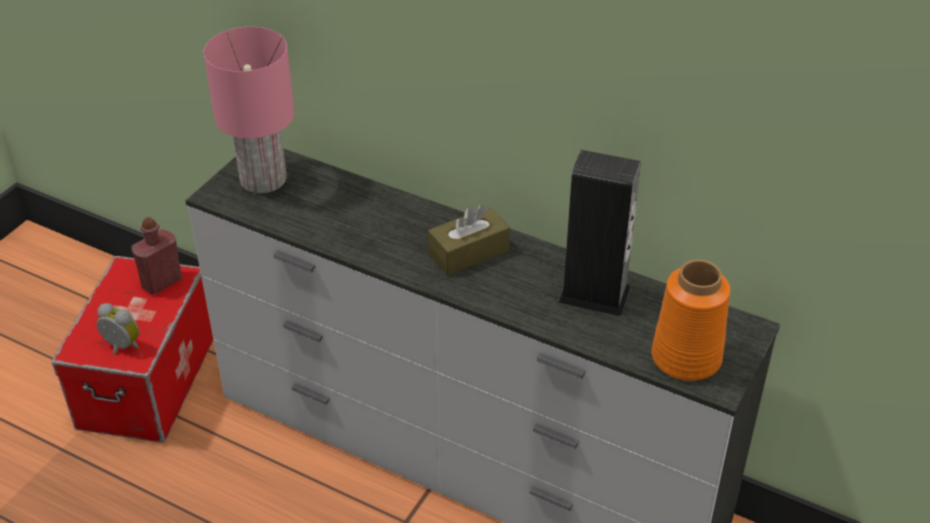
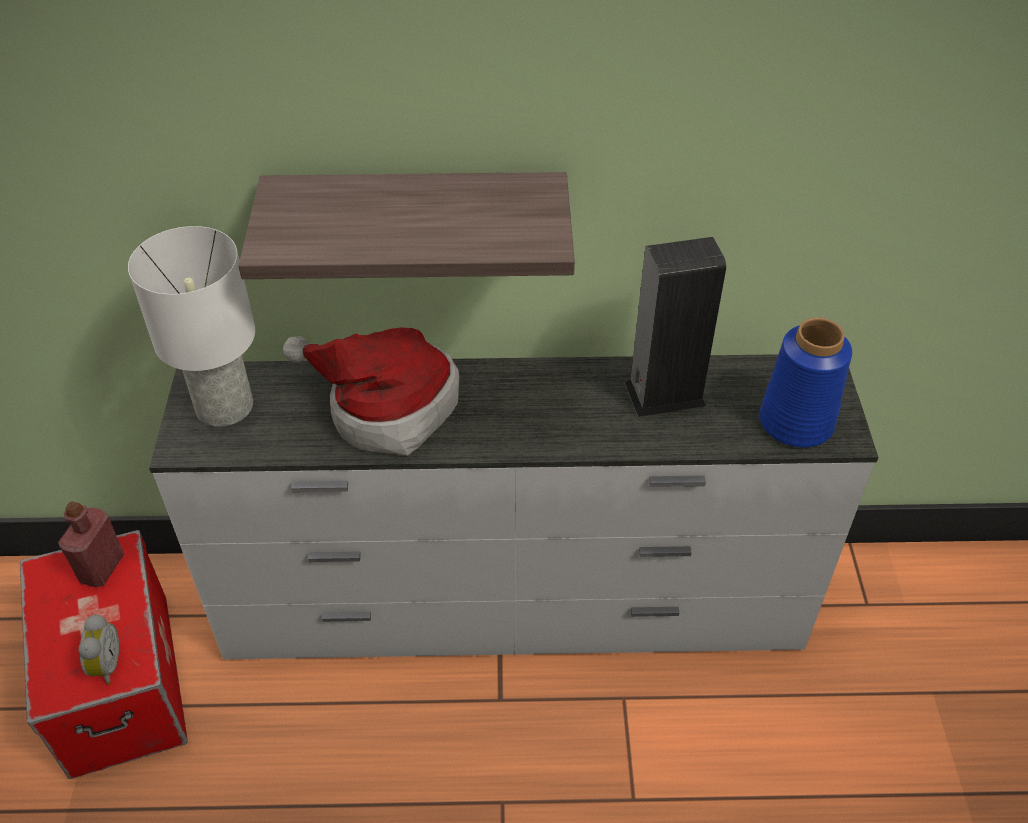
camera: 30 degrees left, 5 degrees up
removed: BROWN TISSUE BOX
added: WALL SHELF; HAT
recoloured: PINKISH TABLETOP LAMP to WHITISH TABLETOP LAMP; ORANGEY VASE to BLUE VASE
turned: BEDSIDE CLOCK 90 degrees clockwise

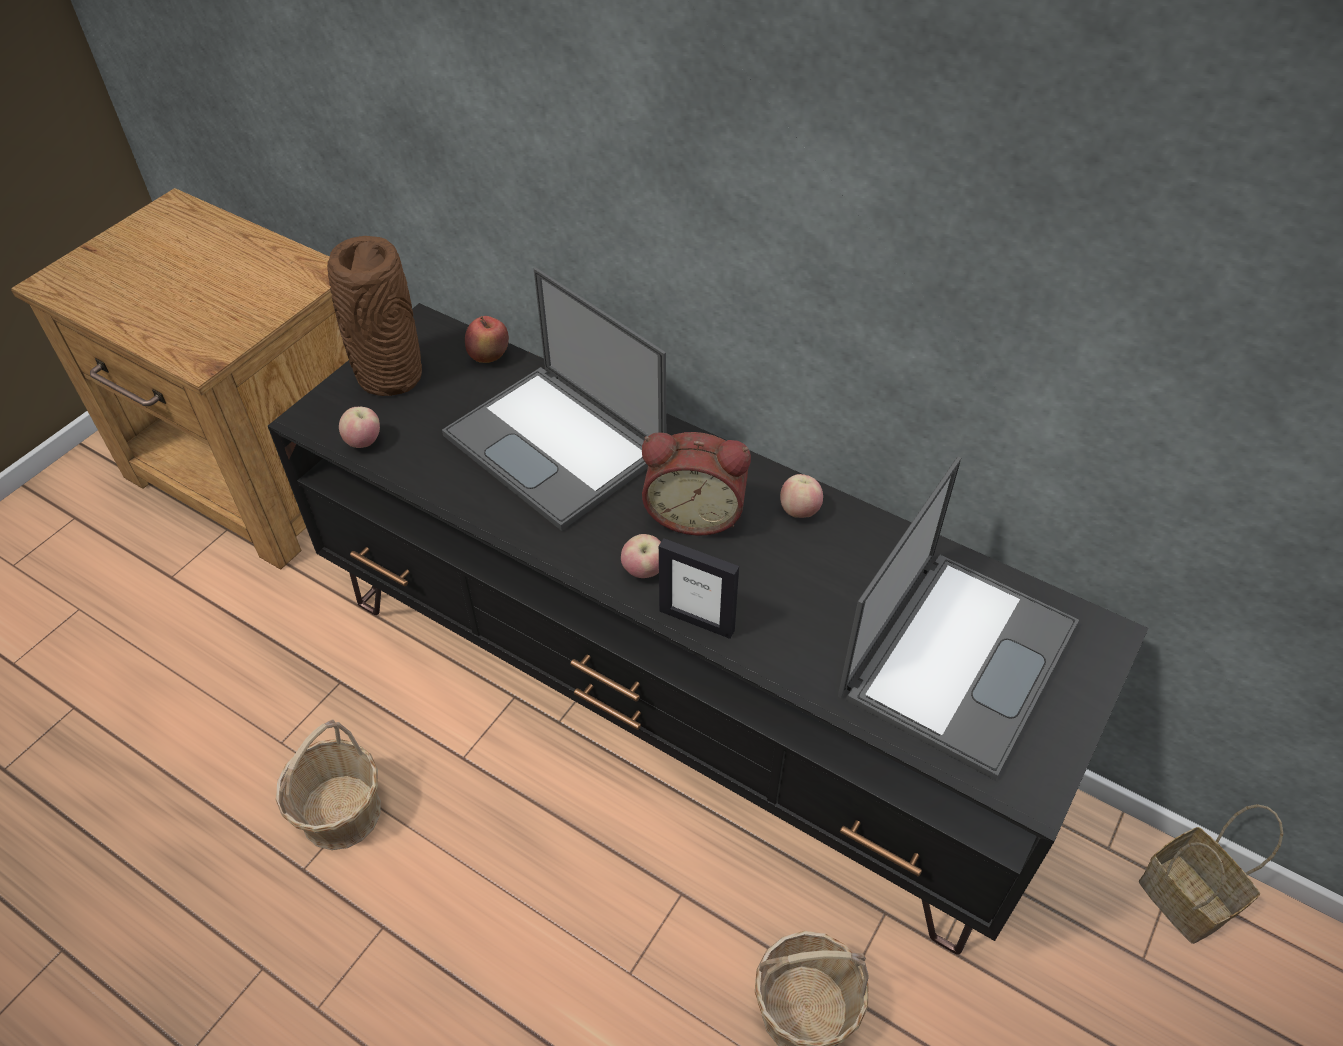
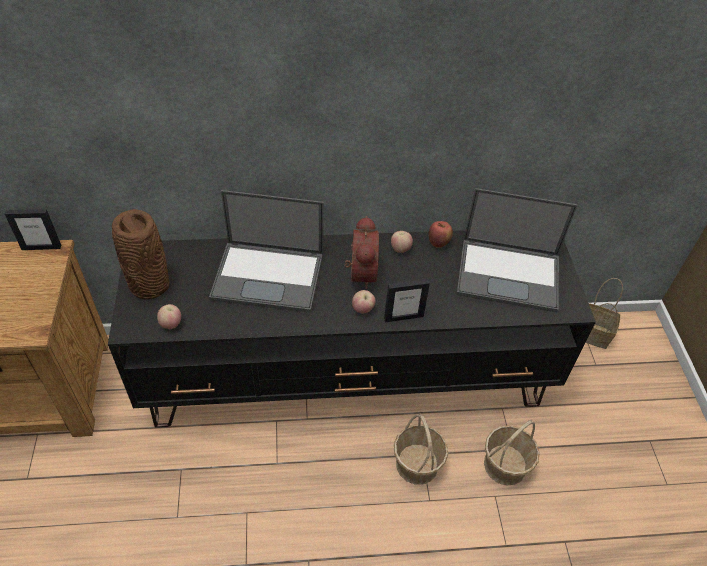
camera: 40 degrees left, 0 degrees up
added: STANDING FRAME (1st from left)
moved: APPLE (2nd from left in the first image) to APPLE (4th from left); HOUSEHOLD BASKET (1st from left)
turned: BEDSIDE CLOCK 60 degrees counterclockwise; NOTEBOOK COMPUTER (2nd from left) 105 degrees clockwise

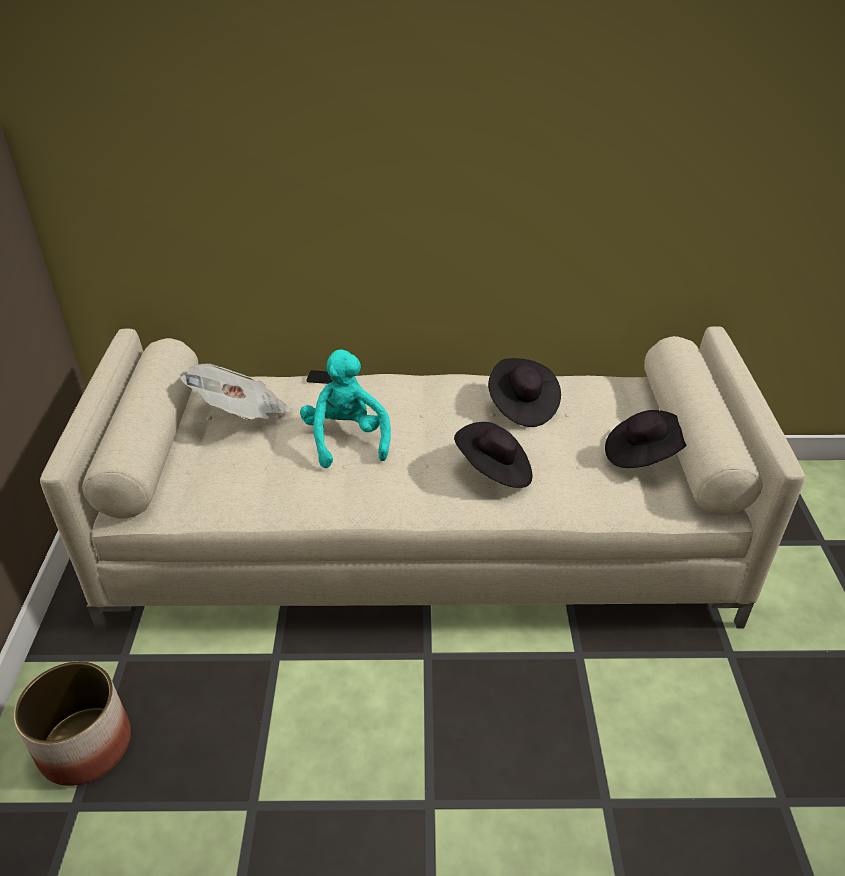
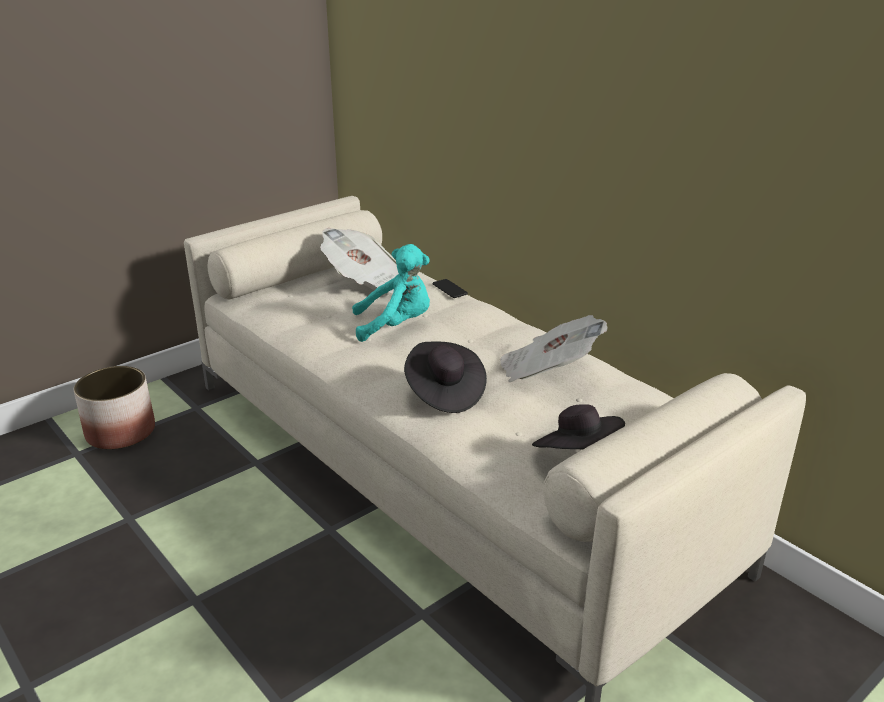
camera: 50 degrees right, 10 degrees down
replaced: BLACK-COLOURED HAT (2nd from left) to NEWSPAPER (2nd from left)
turned: BLUE-GREEN PLUSH TOY 45 degrees clockwise

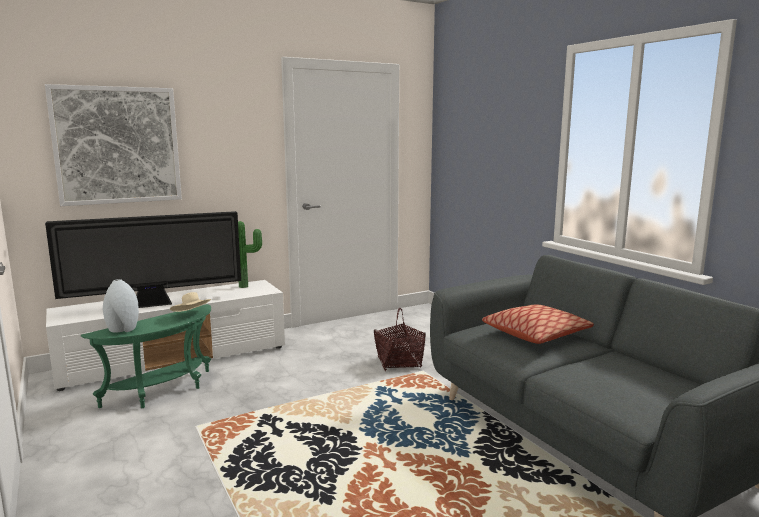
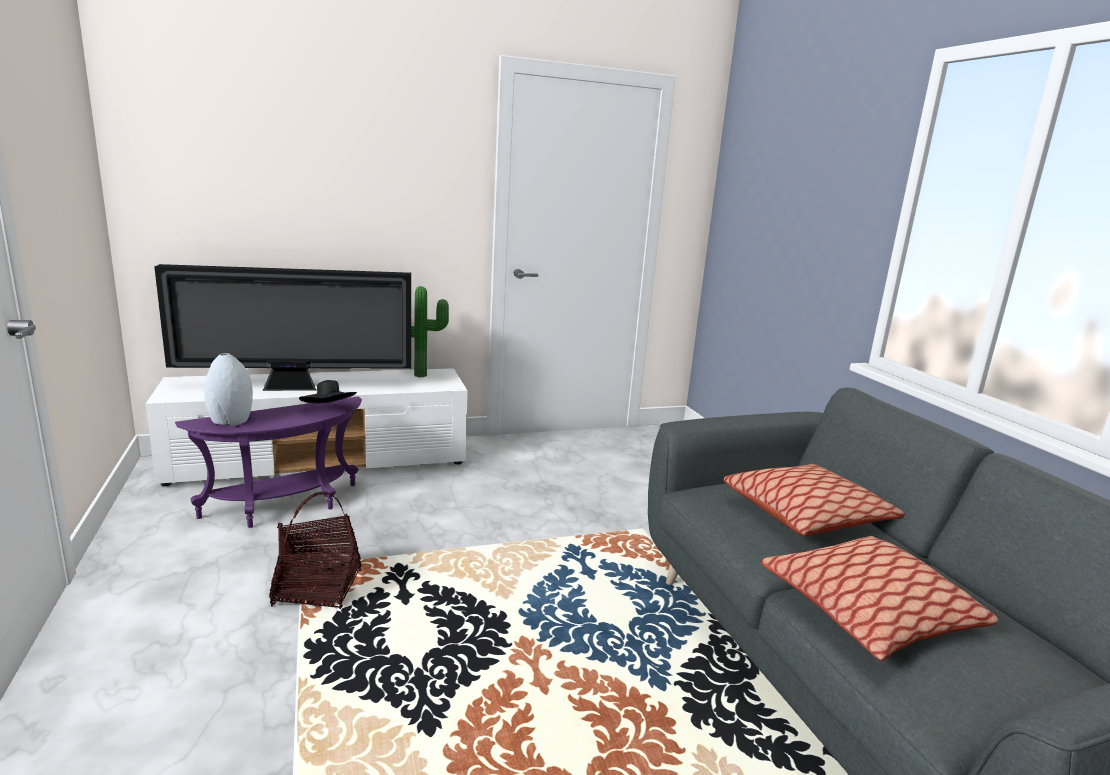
camera: 10 degrees right, 5 degrees up
removed: WALL PICTURE
added: THROW PILLOW (2nd from left)
moved: HOUSEHOLD BASKET
recoloured: BEIGE HAT to BLACK-COLOURED HAT; GREENISH SIDE TABLE to PURPLE-COLOURED SIDE TABLE

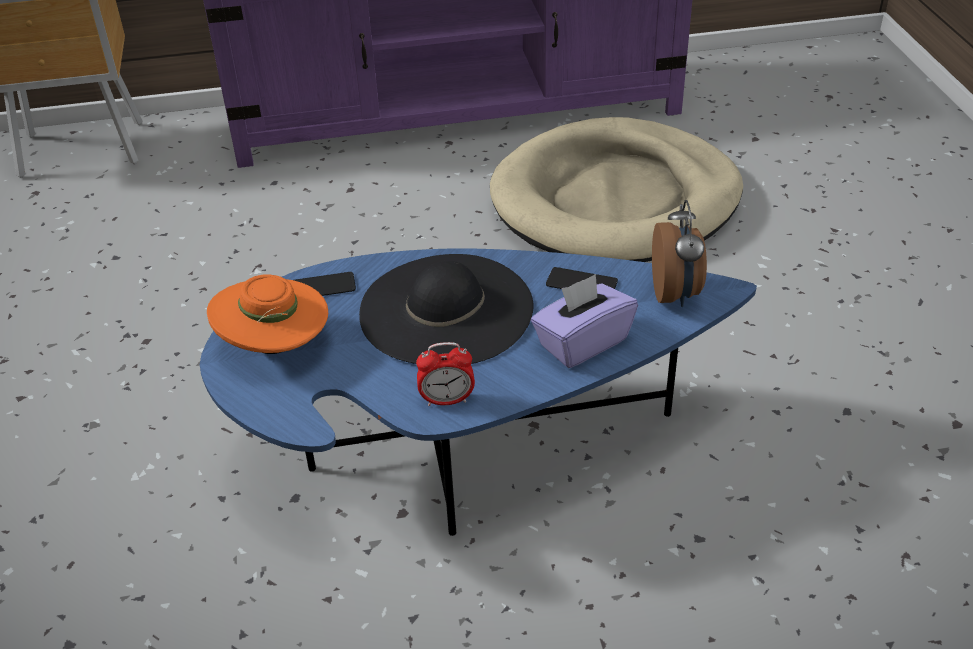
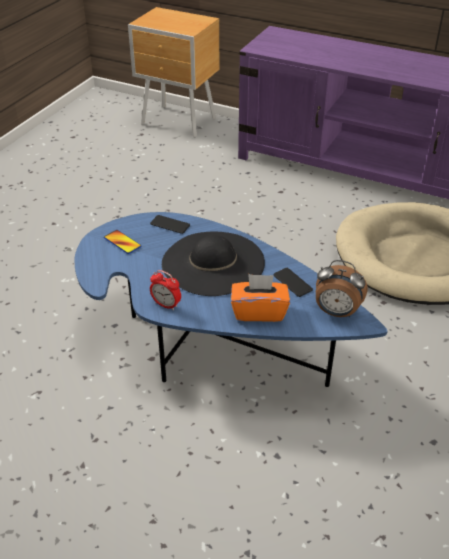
camera: 35 degrees right, 0 degrees up
replaced: ORANGEY HAT to HANDSET (1st from left)
recoloured: PURPLE-COLOURED TISSUE BOX to ORANGEY TISSUE BOX
turned: BEDSIDE CLOCK (2nd from left) 75 degrees clockwise

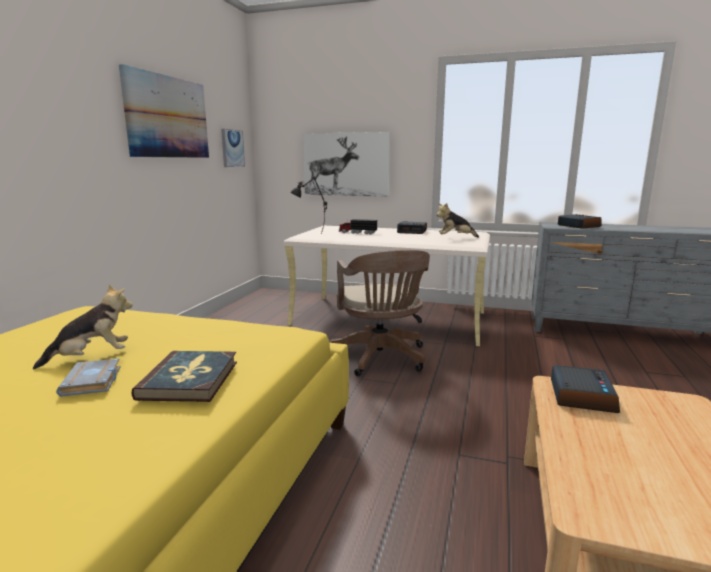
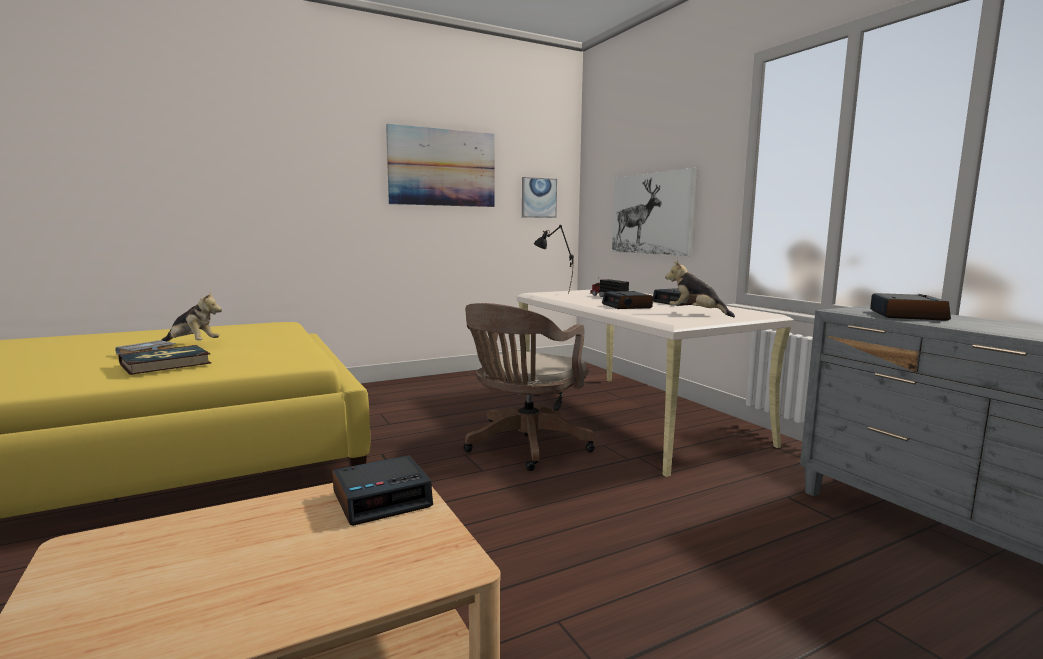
camera: 45 degrees right, 5 degrees down
added: BEDSIDE CLOCK (2nd from left)

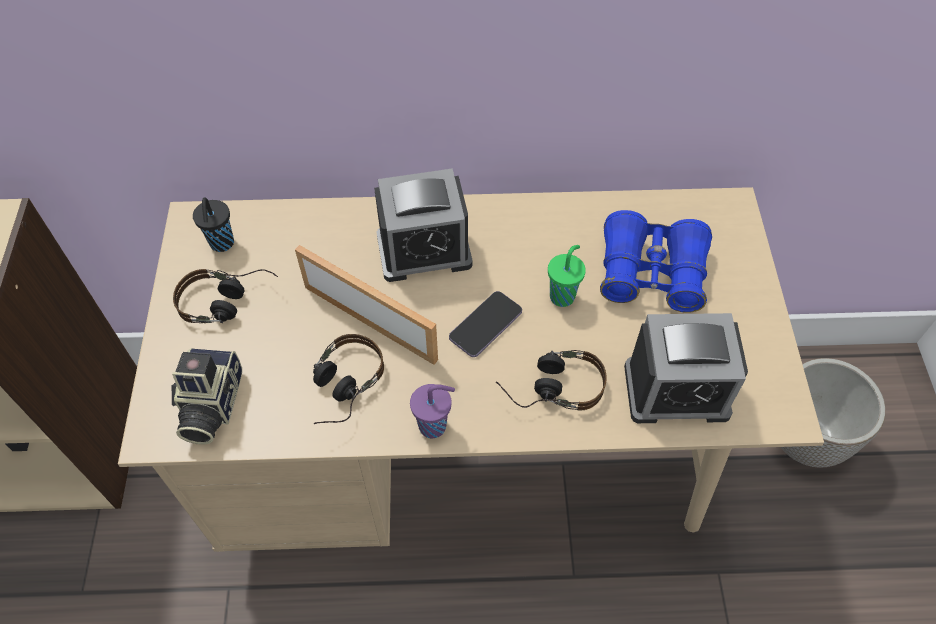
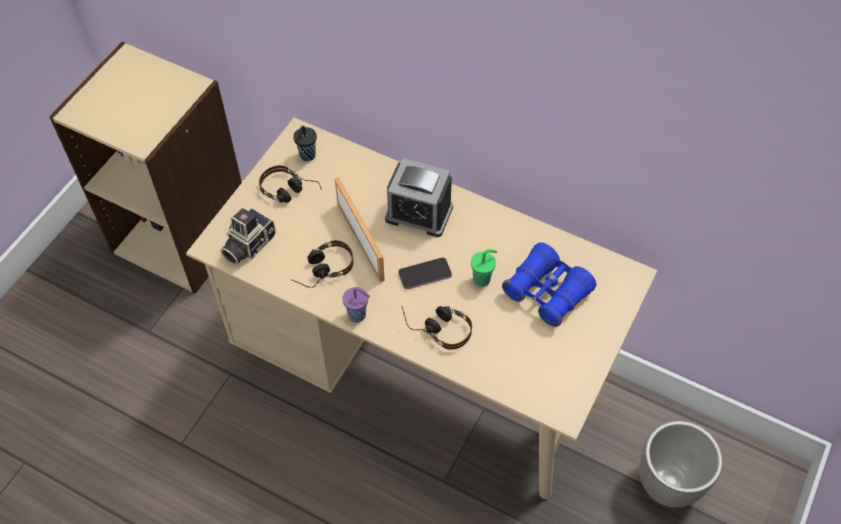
camera: 30 degrees right, 0 degrees up
removed: BEDSIDE CLOCK (2nd from left)

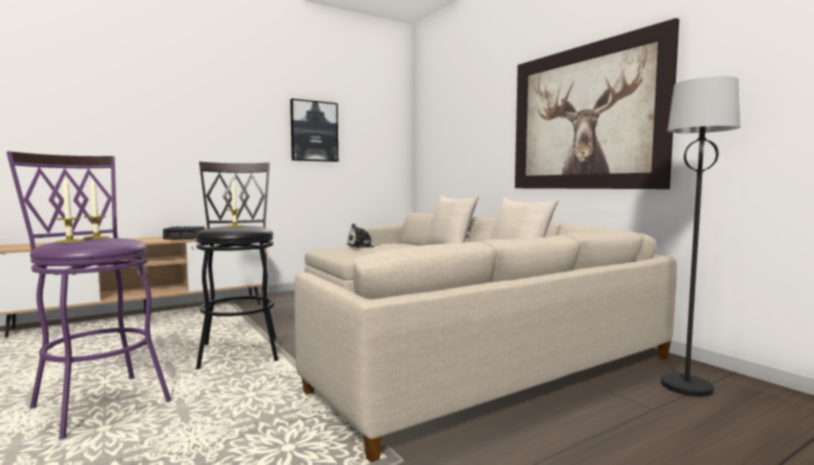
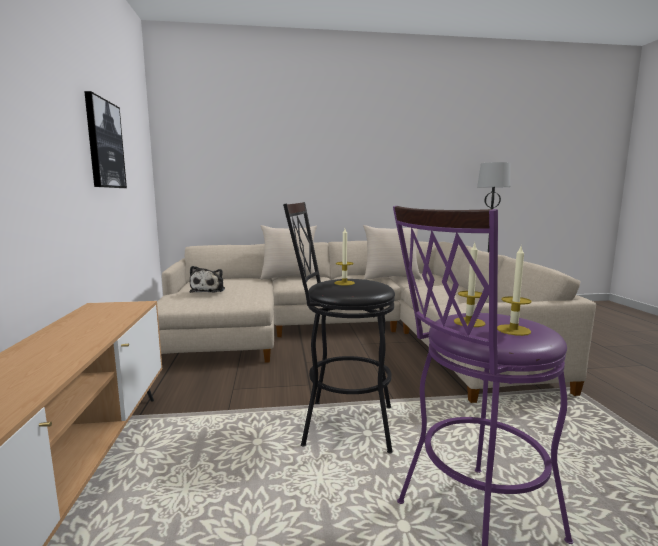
camera: 65 degrees left, 5 degrees up
removed: WALL PICTURE (2nd from left); BEDSIDE CLOCK

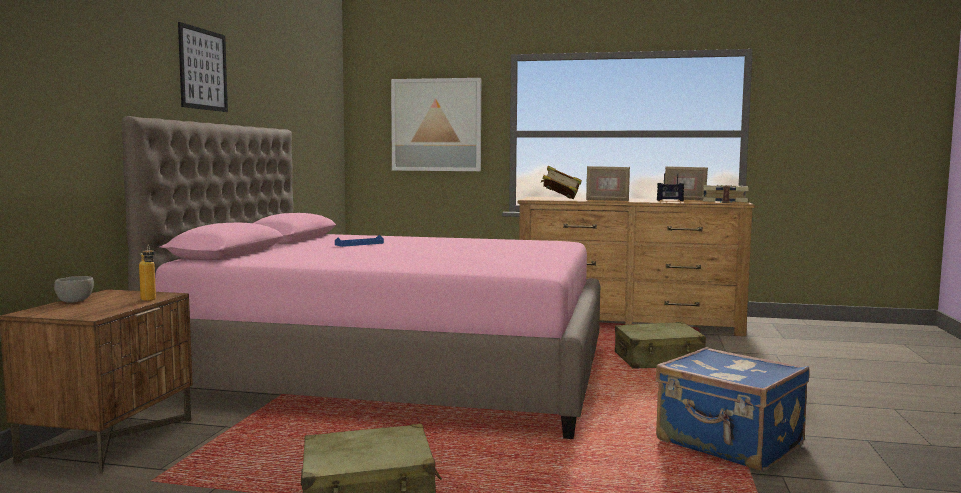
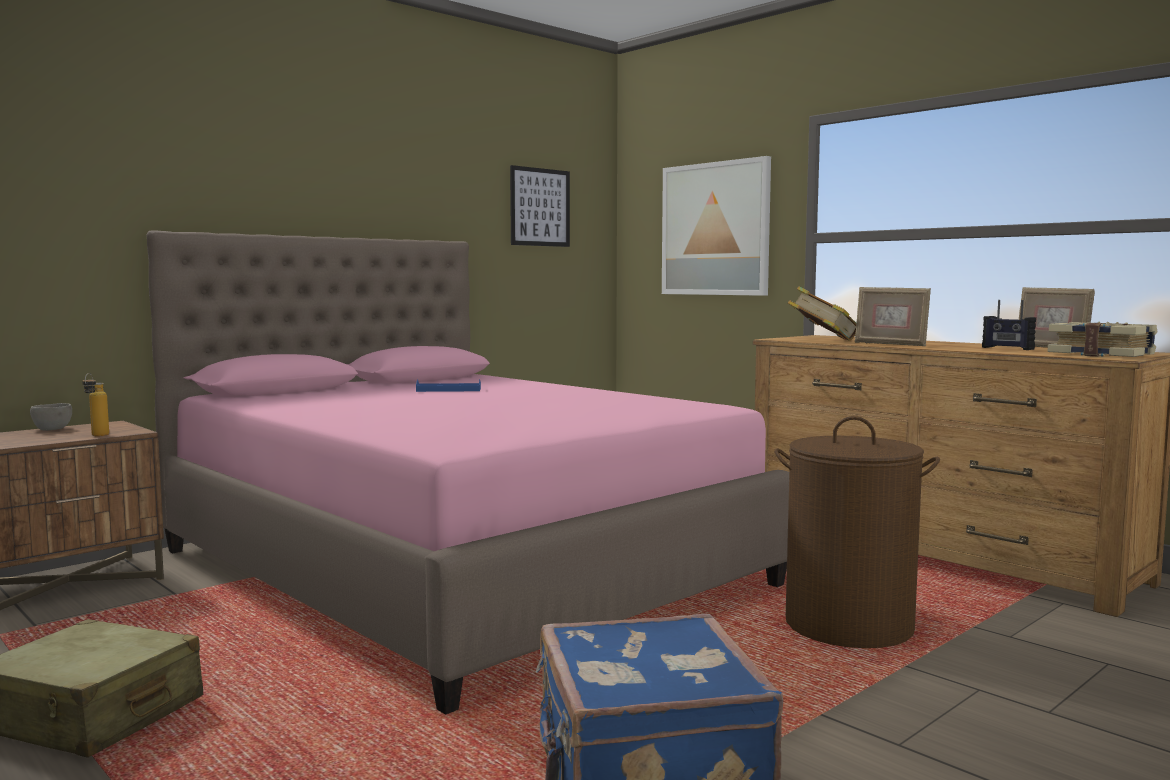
camera: 35 degrees right, 0 degrees up
moved: WALL PICTURE (1st from left)
replaced: BEIGE SUITCASE (2nd from left) to BROWN LAUNDRY BASKET

